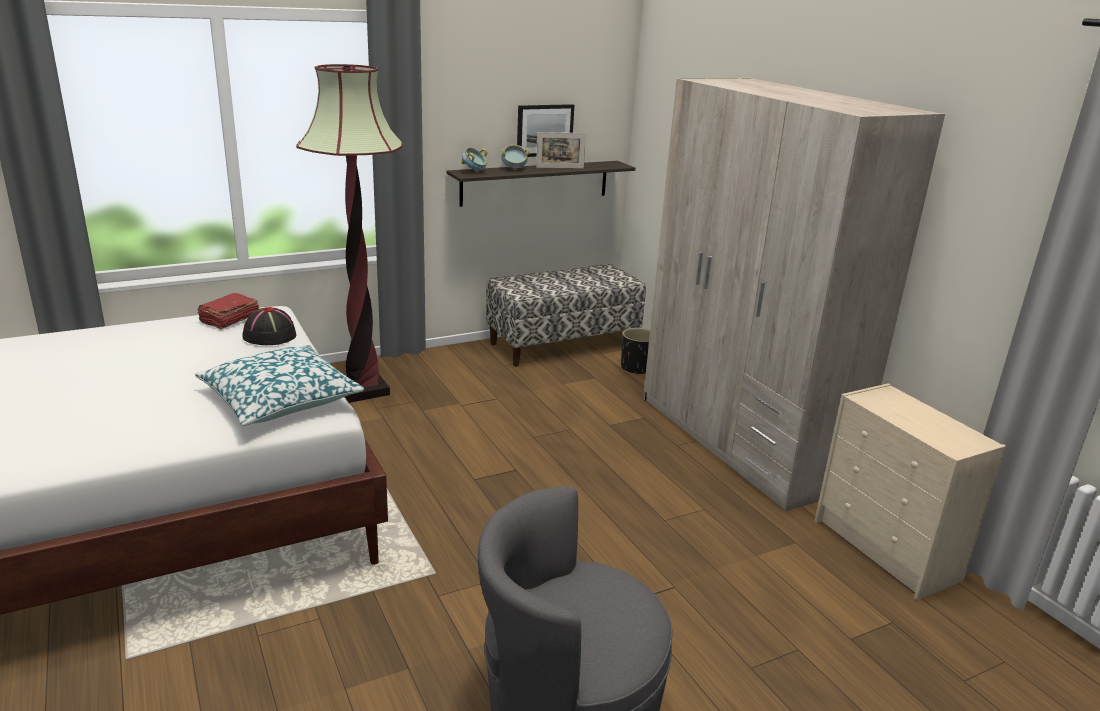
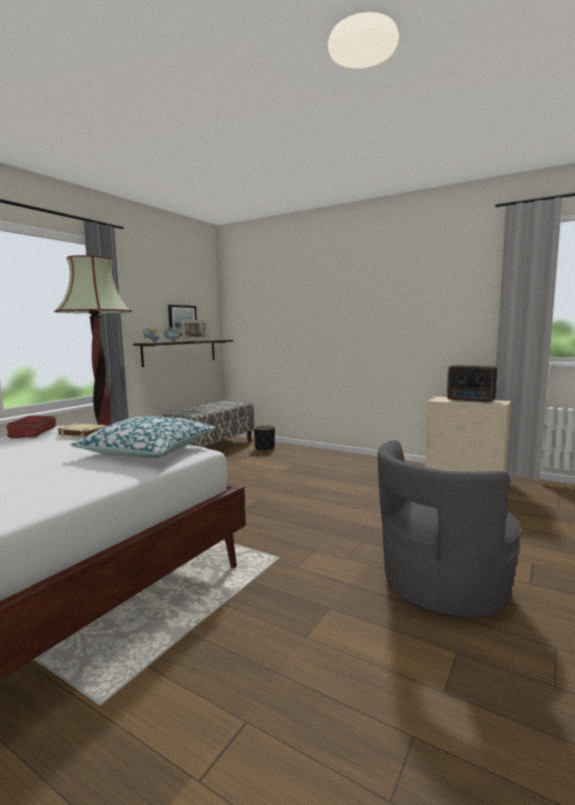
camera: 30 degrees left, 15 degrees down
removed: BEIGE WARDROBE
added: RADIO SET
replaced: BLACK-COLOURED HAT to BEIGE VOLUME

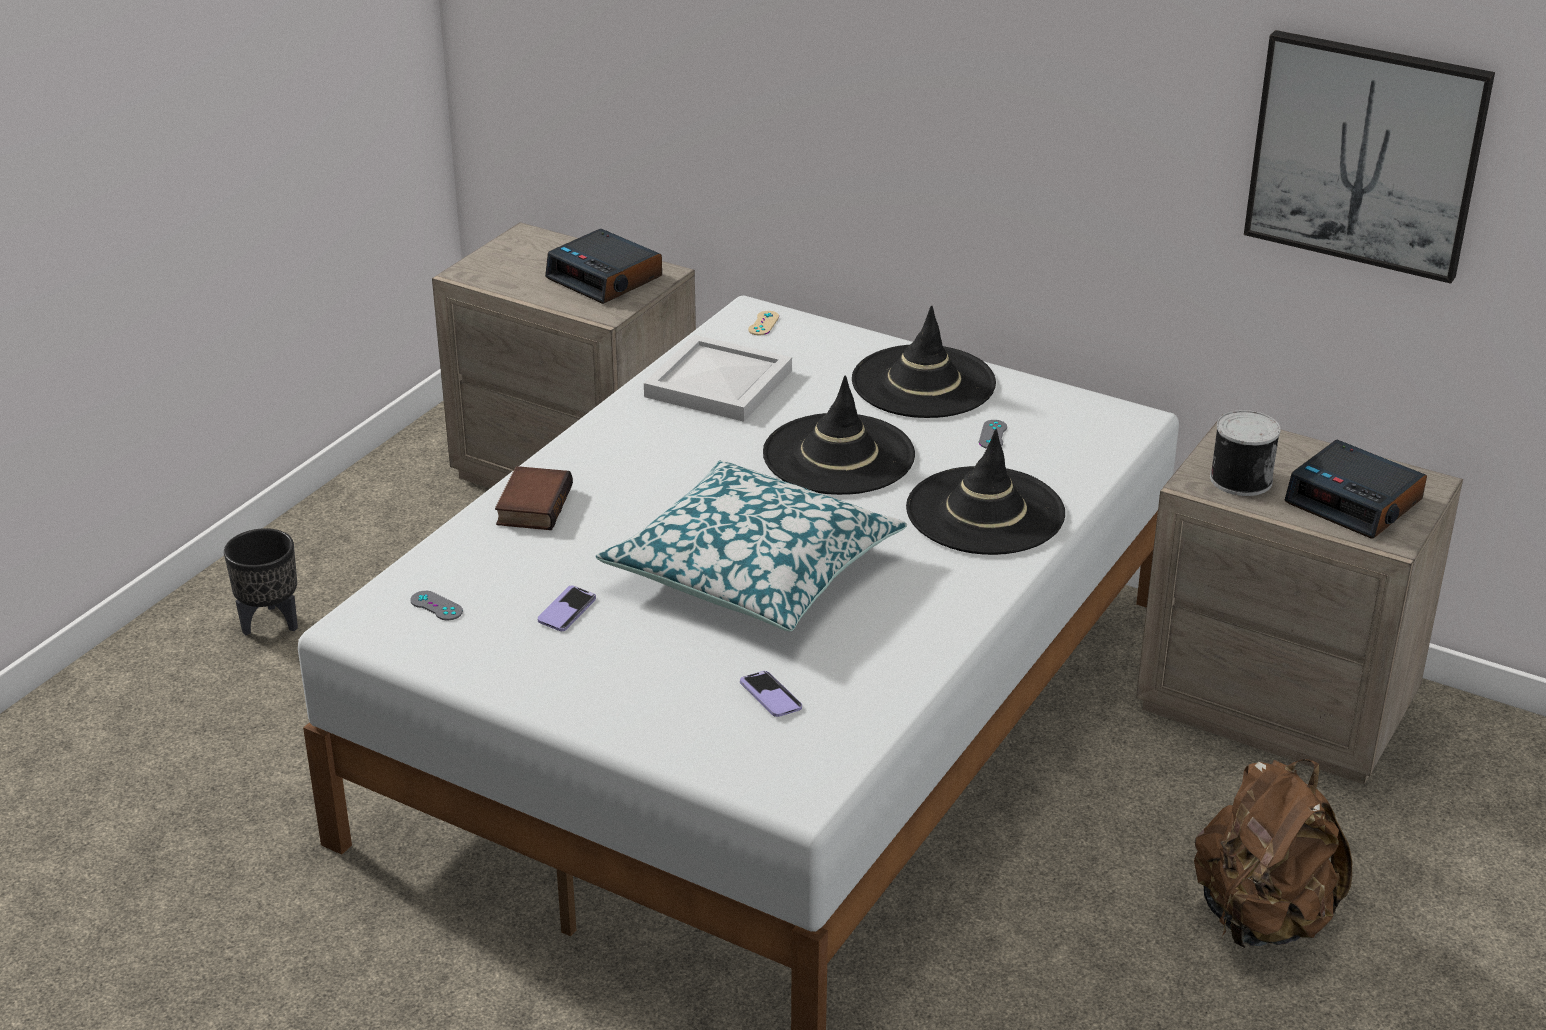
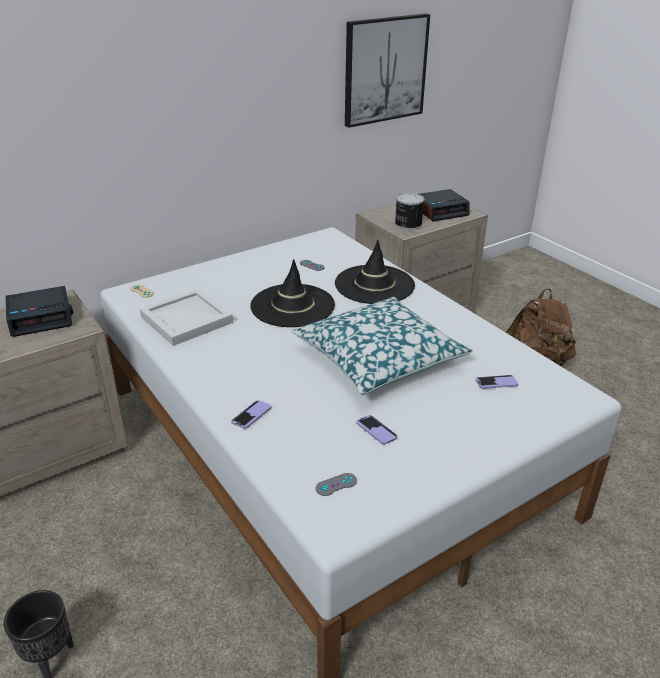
camera: 65 degrees left, 0 degrees up
removed: BLACK-COLOURED HAT (2nd from left)
replaced: VOLUME to HANDSET (1st from left)

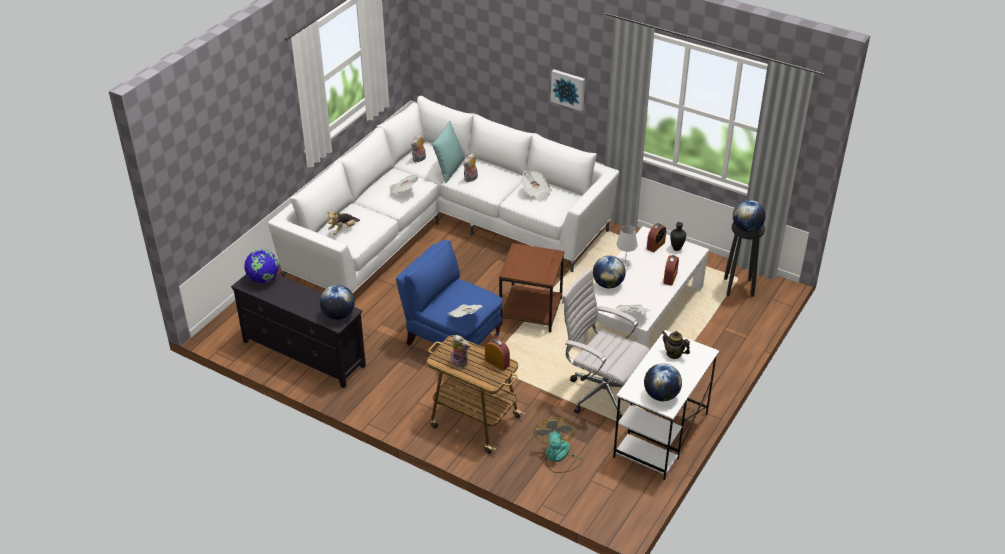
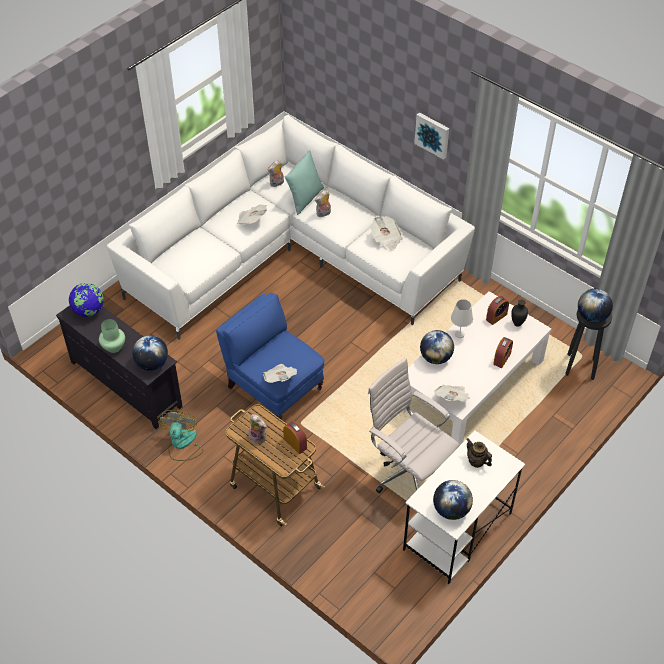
camera: 10 degrees right, 10 degrees up
removed: PLUSH TOY (1st from left); BROWN SIDE TABLE
added: GREENISH VASE
moved: FAN

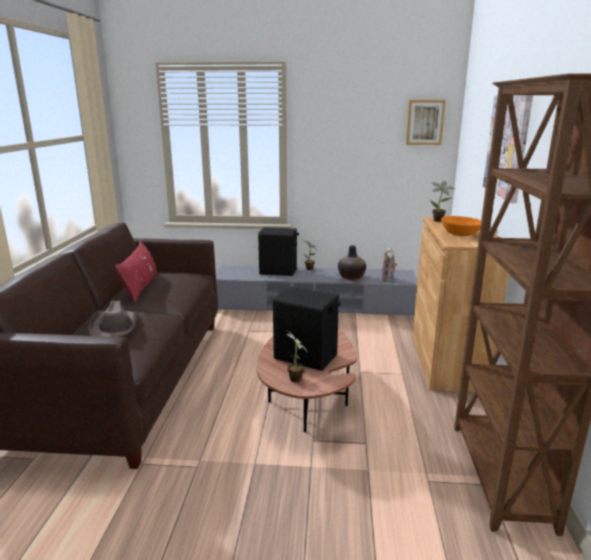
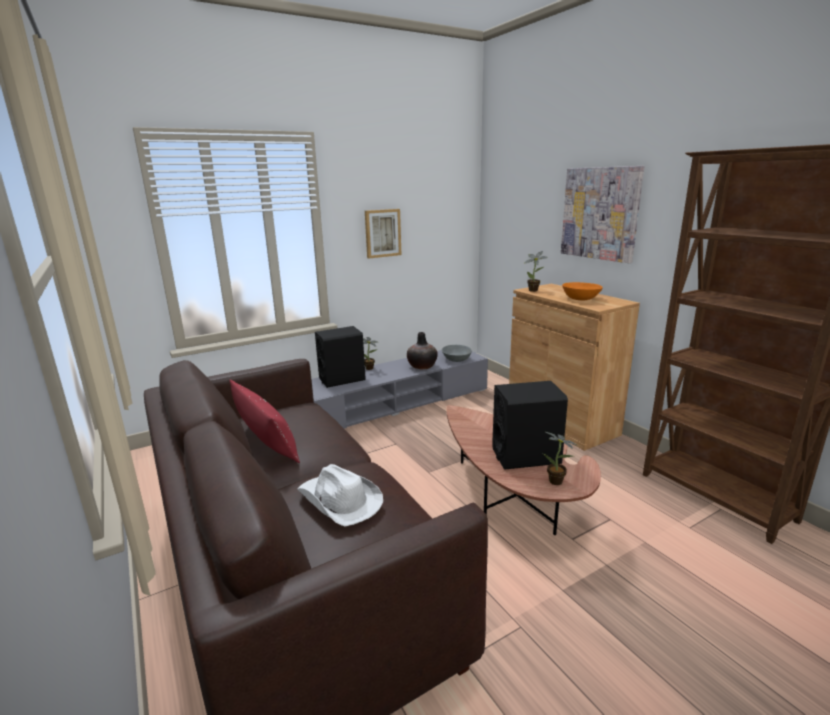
camera: 35 degrees left, 0 degrees up
moved: WALL PICTURE (1st from left)
replaced: PLUSH TOY to GREY SERVING BOWL
recoloured: BROWN HAT to WHITISH HAT

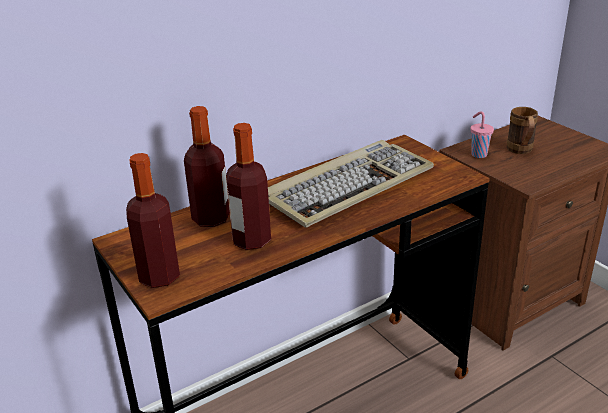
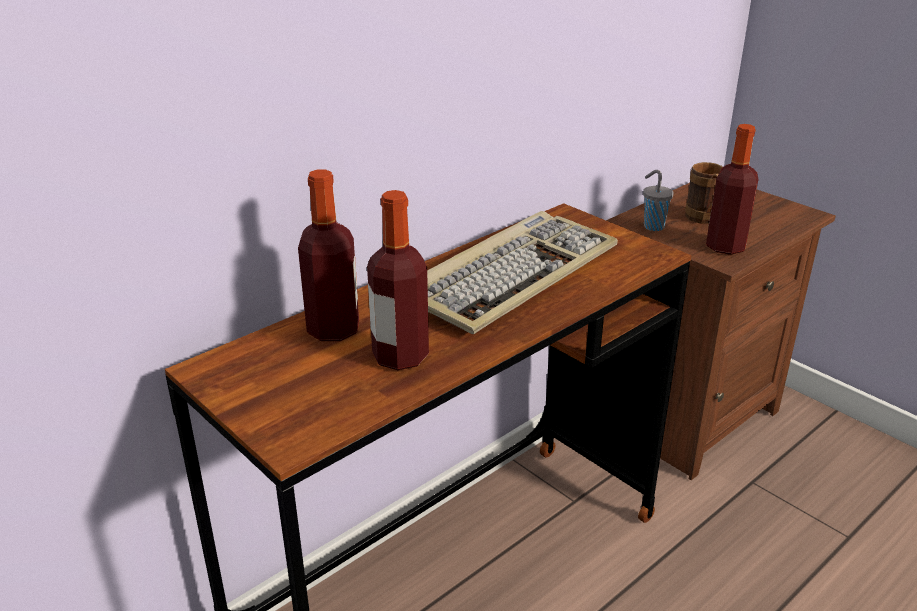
camera: 10 degrees left, 0 degrees up
moved: BEVERAGE BOTTLE (1st from left in the first image) to BEVERAGE BOTTLE (3rd from left)
recoloured: PINKISH CUP to GREY CUP

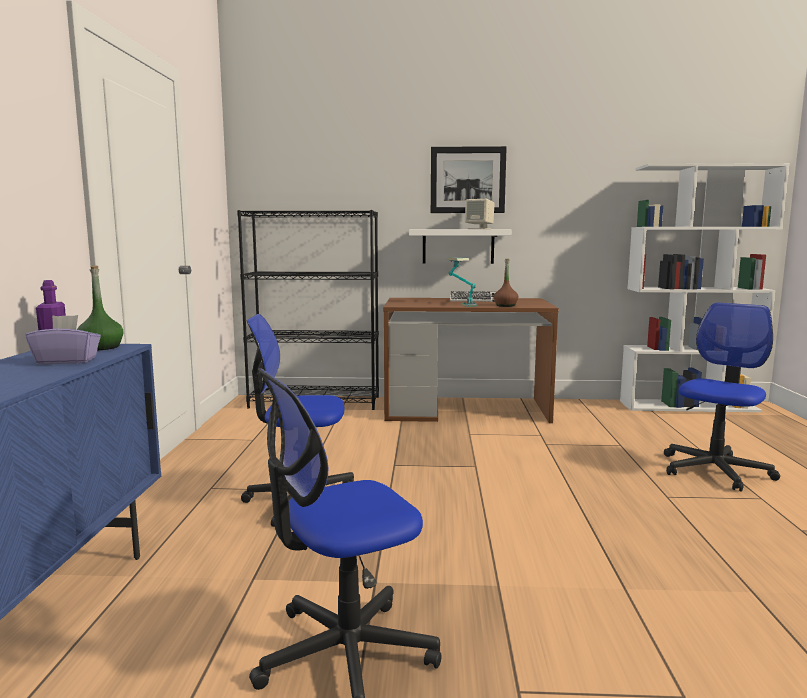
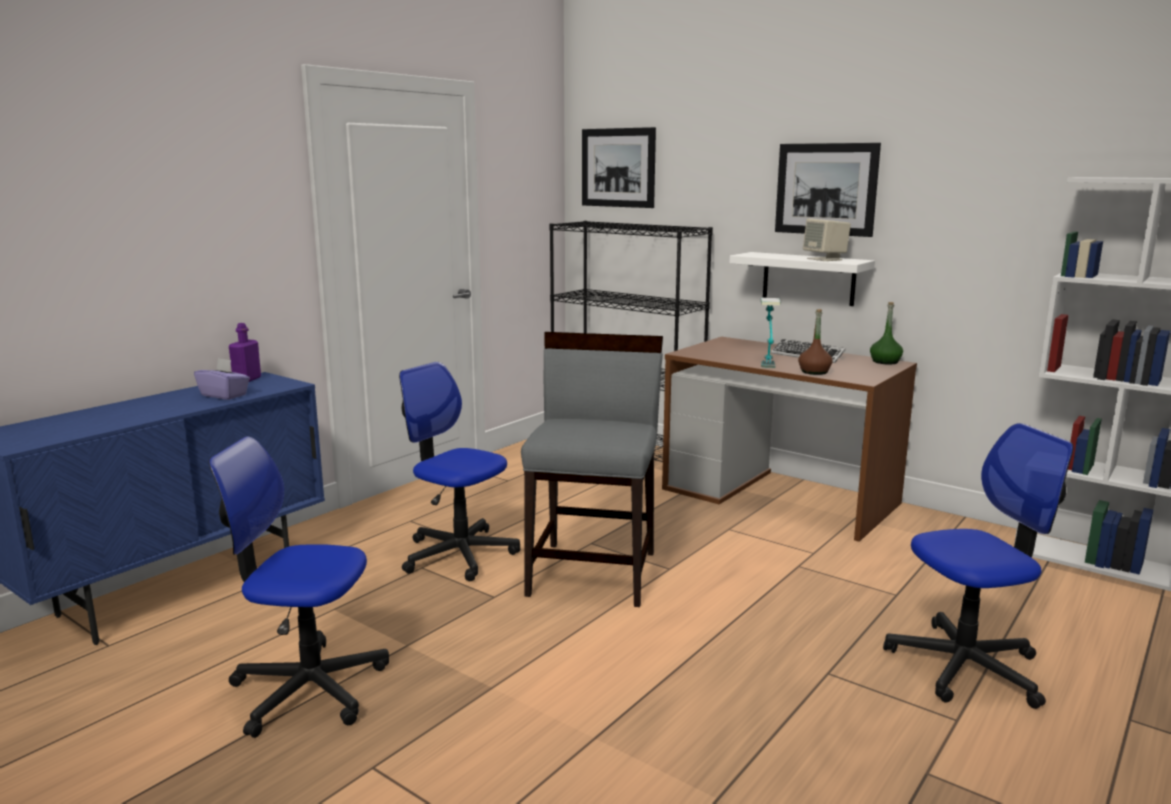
camera: 35 degrees right, 5 degrees up
added: WALL PICTURE (1st from left); GREY UPRIGHT CHAIR
moved: GREENISH BEVERAGE BOTTLE

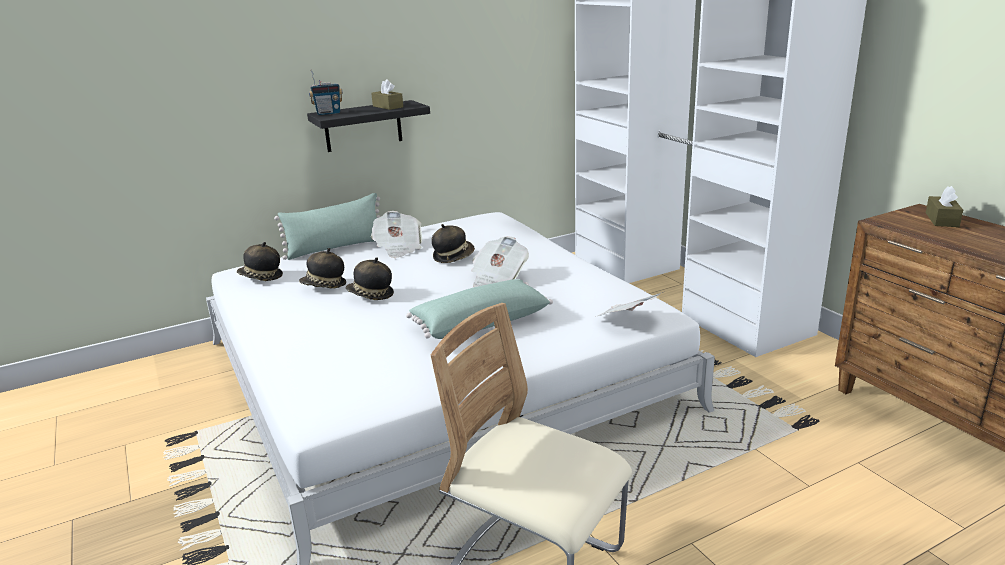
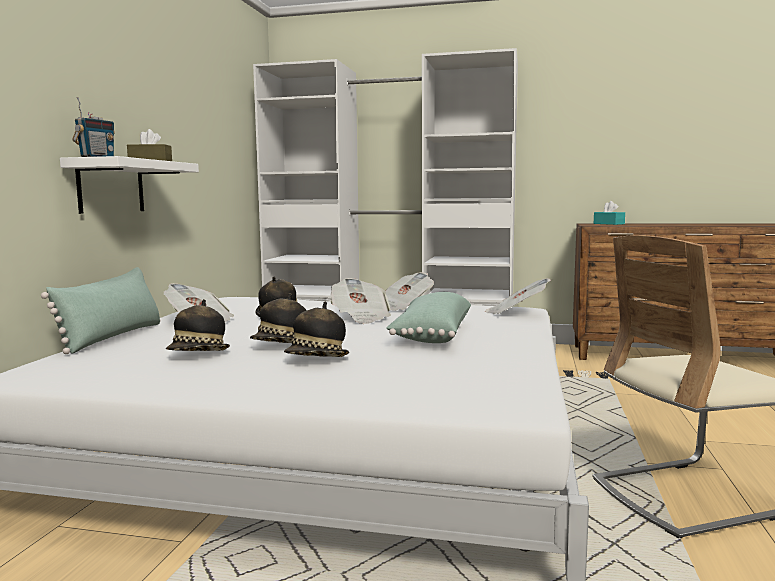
camera: 50 degrees left, 15 degrees down
added: NEWSPAPER (3rd from left)
moved: HAT (1st from left in the first image) to HAT (4th from left)
recoloured: BLACK-COLOURED WALL SHELF to WHITISH WALL SHELF; BROWN TISSUE BOX (2nd from left) to BLUE-GREEN TISSUE BOX

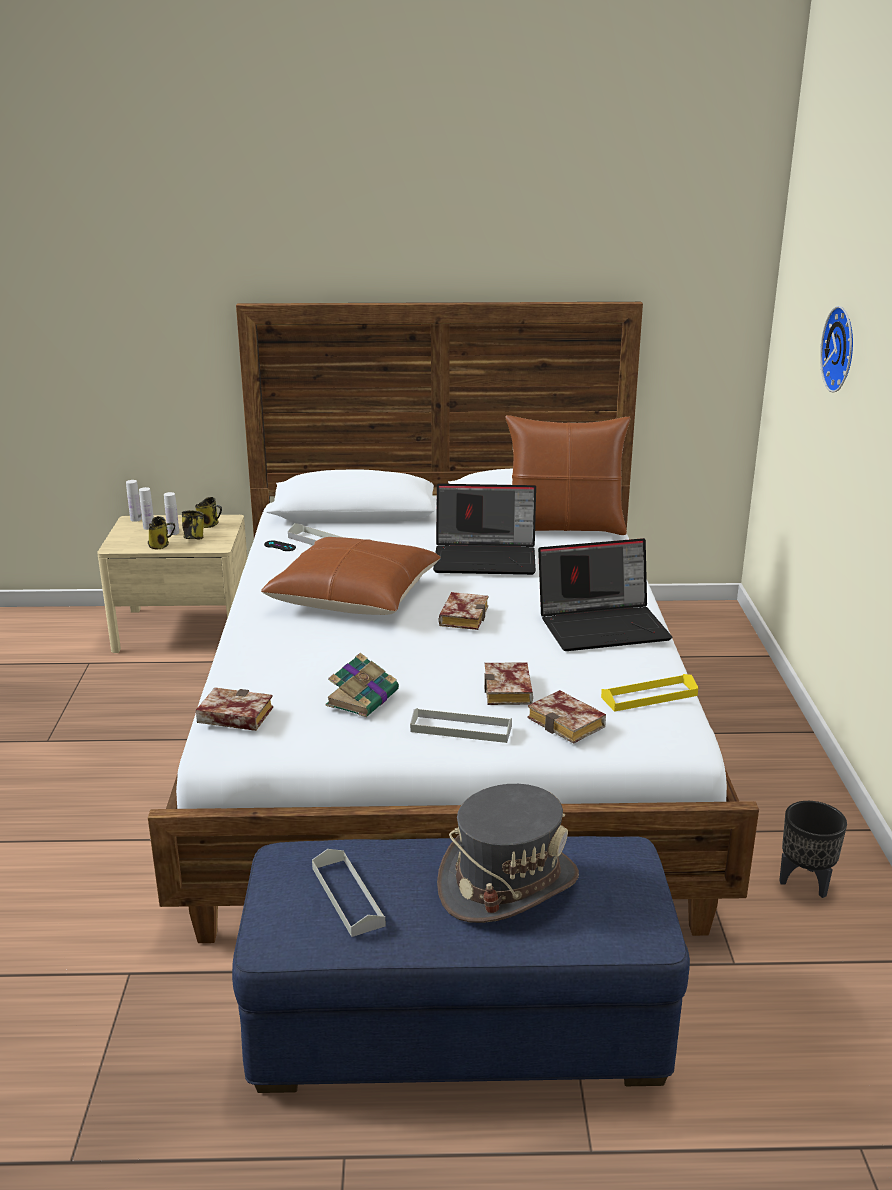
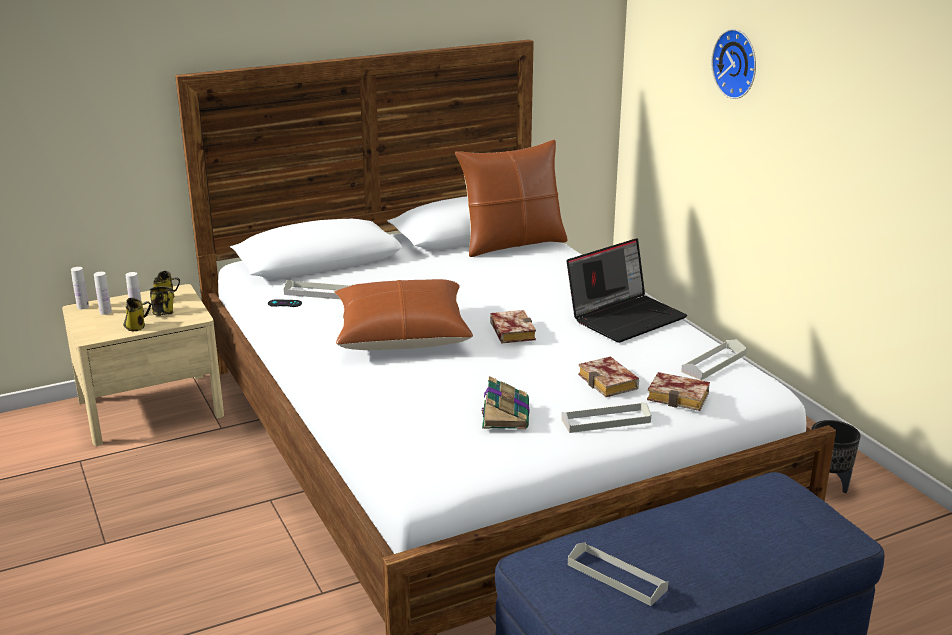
camera: 25 degrees left, 0 degrees up
removed: NOTEBOOK COMPUTER (1st from left); VOLUME (1st from left); GREY HAT
recoloured: YELLOWISH TRAY to GREY TRAY (4th from left)

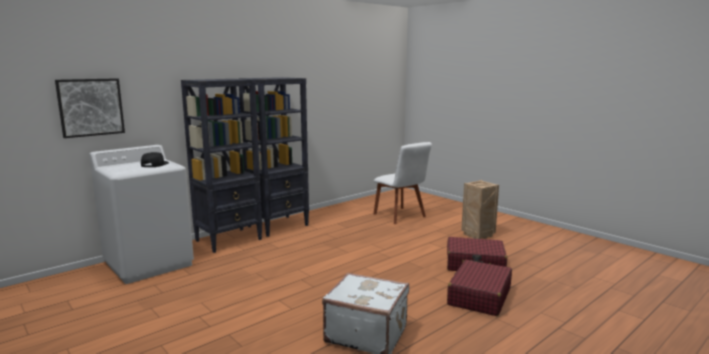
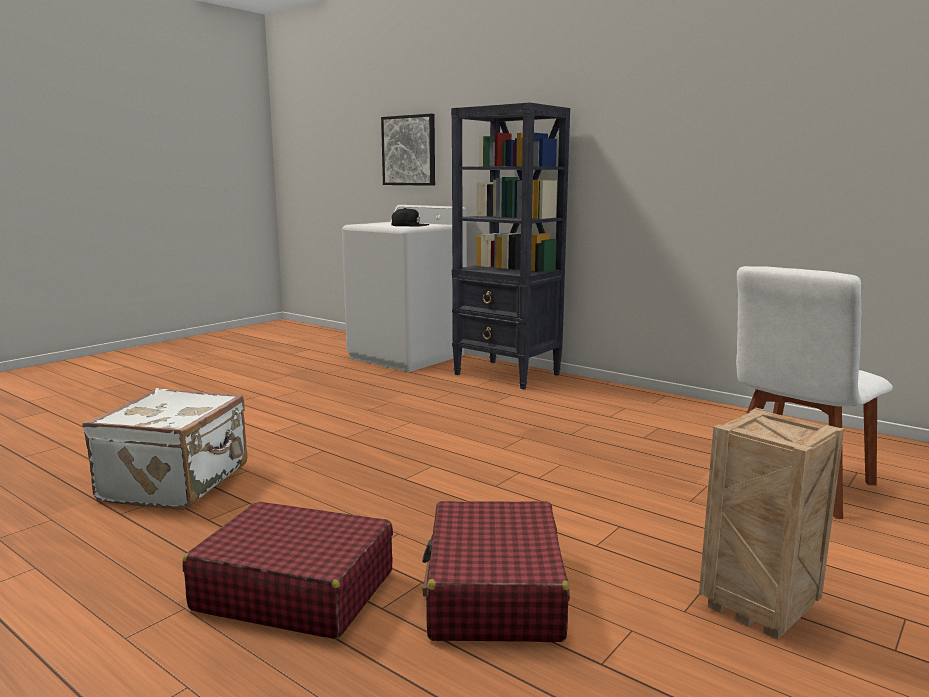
camera: 80 degrees right, 0 degrees up
removed: BLACK-COLOURED BOOKSHELF (2nd from left)

